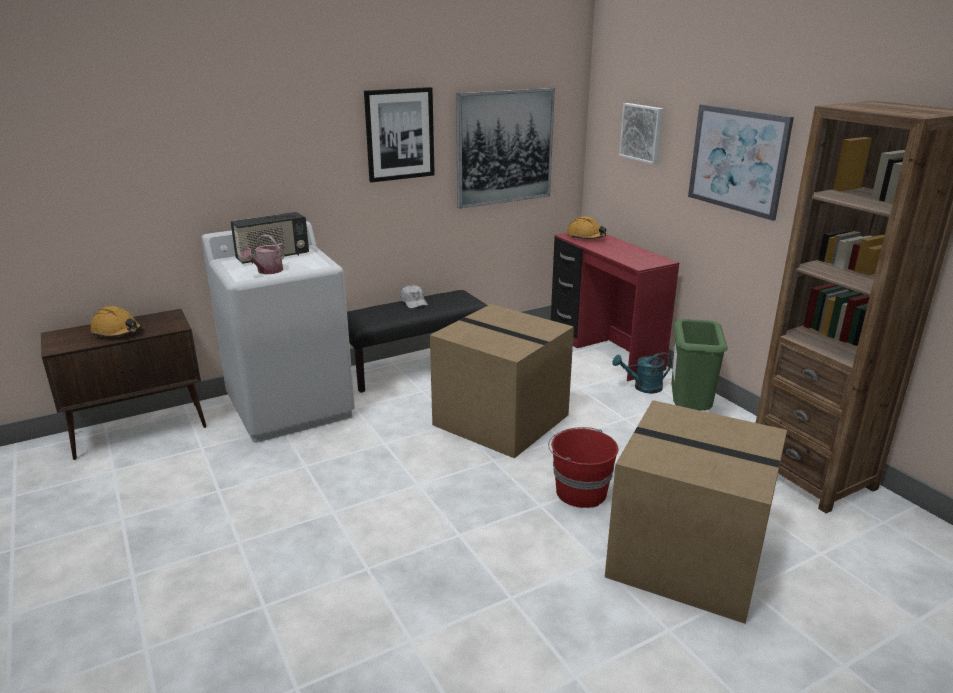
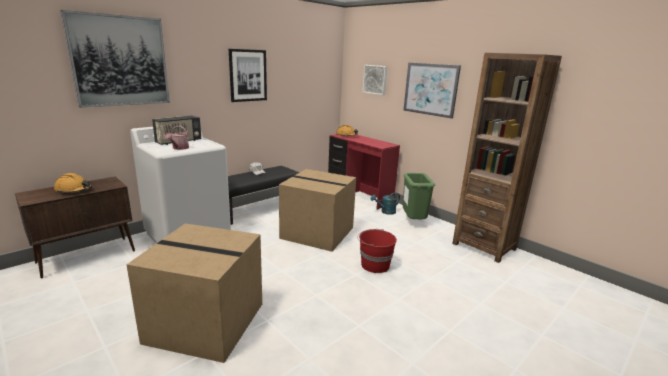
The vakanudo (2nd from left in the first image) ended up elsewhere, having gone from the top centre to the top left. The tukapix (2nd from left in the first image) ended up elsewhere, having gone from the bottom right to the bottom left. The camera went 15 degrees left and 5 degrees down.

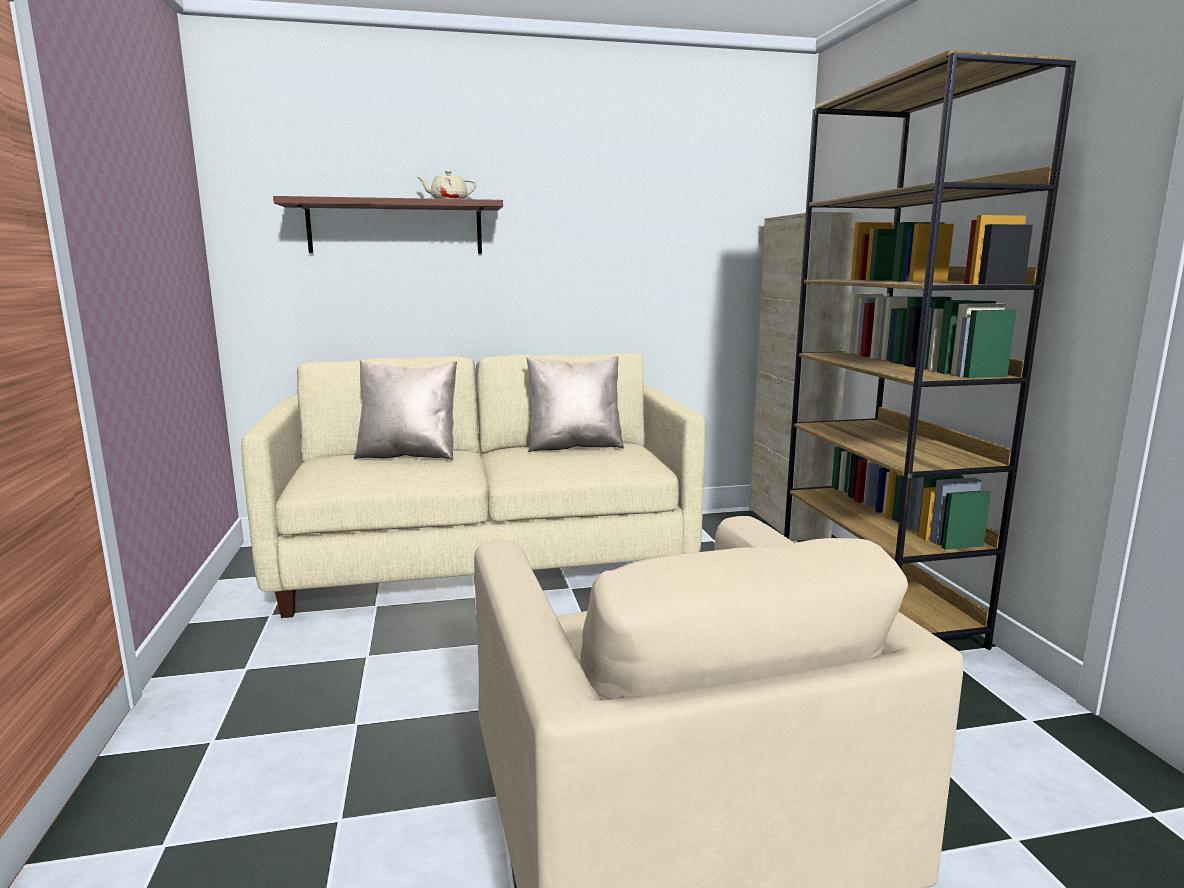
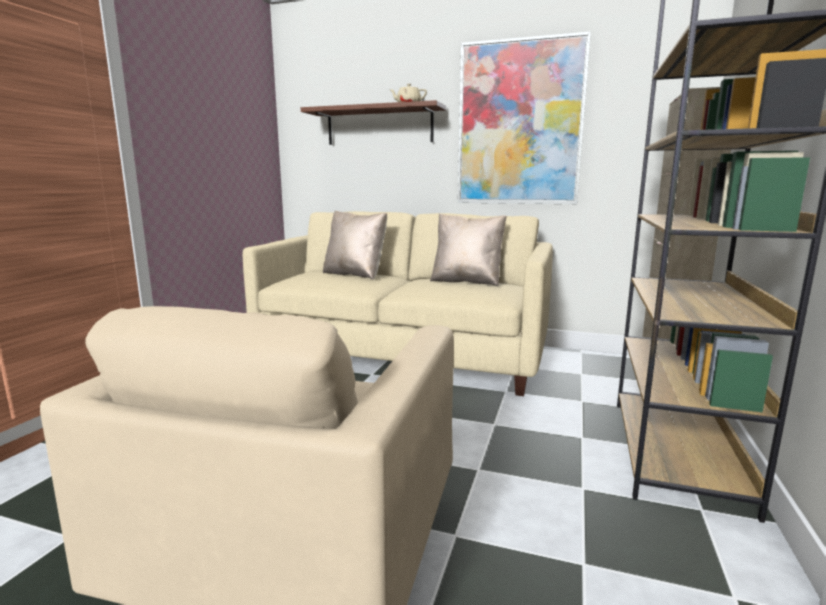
The second view gained the vakanudo at the top centre. The camera went 30 degrees right and 0 degrees up.

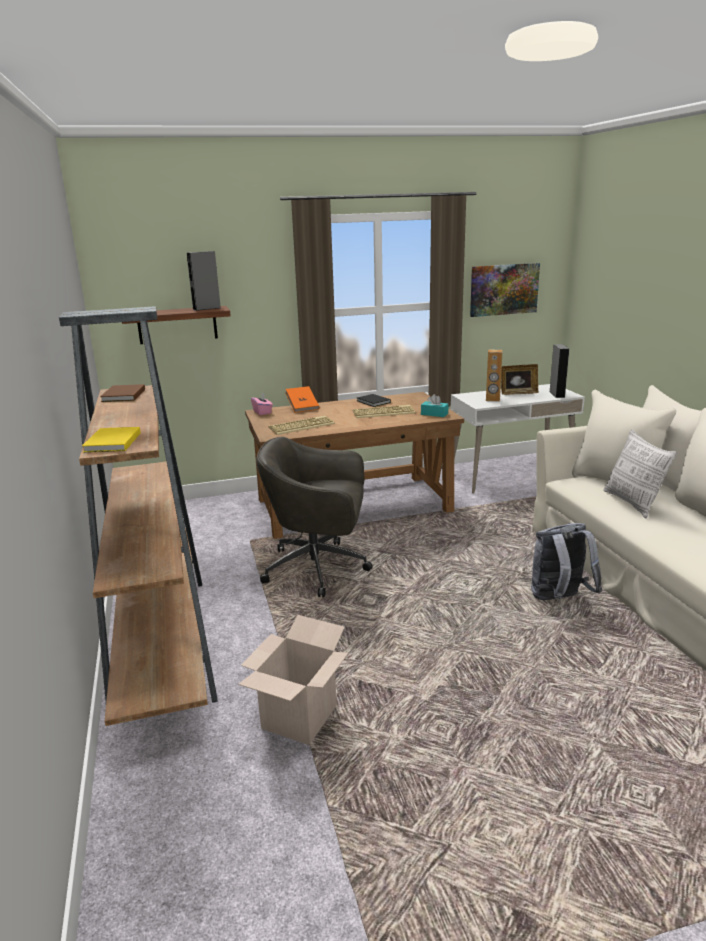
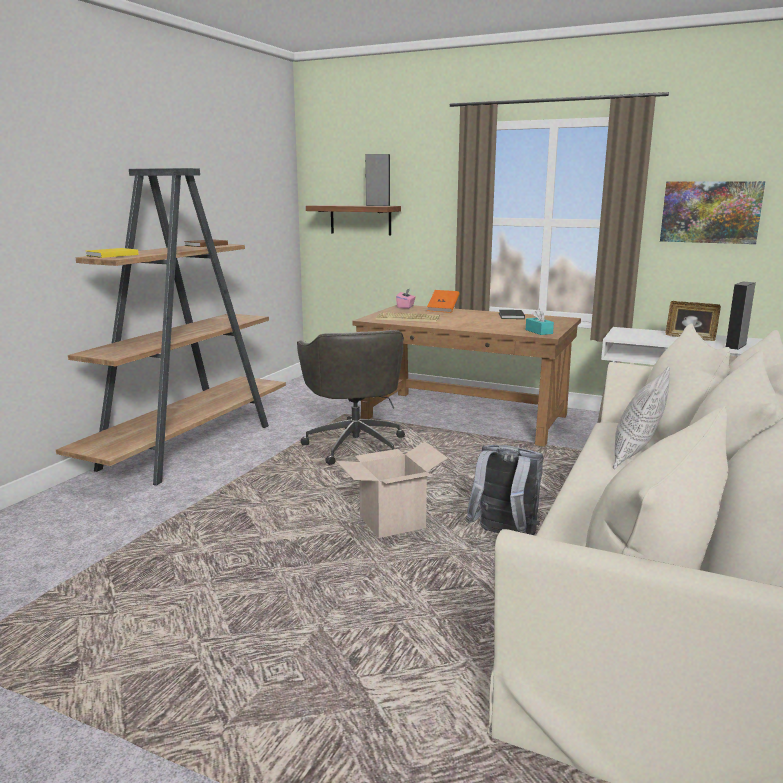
The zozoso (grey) at the centre ended up facing another way, 150 degrees counterclockwise from before. The tukapix ended up elsewhere, having gone from the bottom centre to the centre. The second view lost the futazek (2nd from left) at the centre. The second view lost the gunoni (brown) at the middle right. The camera went 40 degrees right and 5 degrees down.

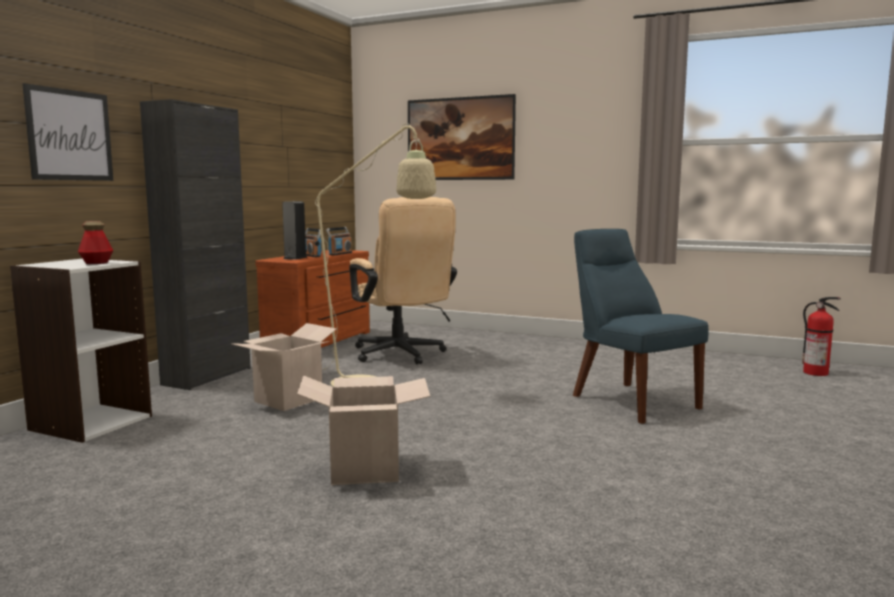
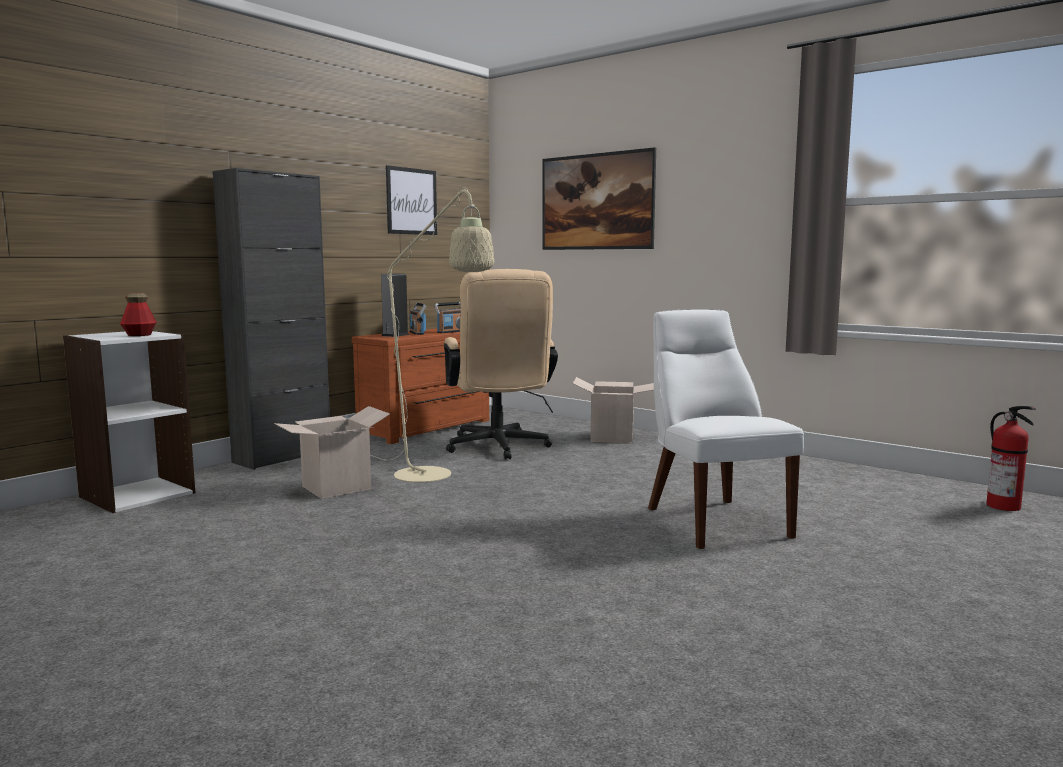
The vakanudo (1st from left) ended up elsewhere, having gone from the top left to the top centre. The tukapix (2nd from left) ended up elsewhere, having gone from the bottom centre to the centre. What was the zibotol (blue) at the middle right turned into the zibotol (white) at the middle right. The camera went 15 degrees right and 0 degrees up.

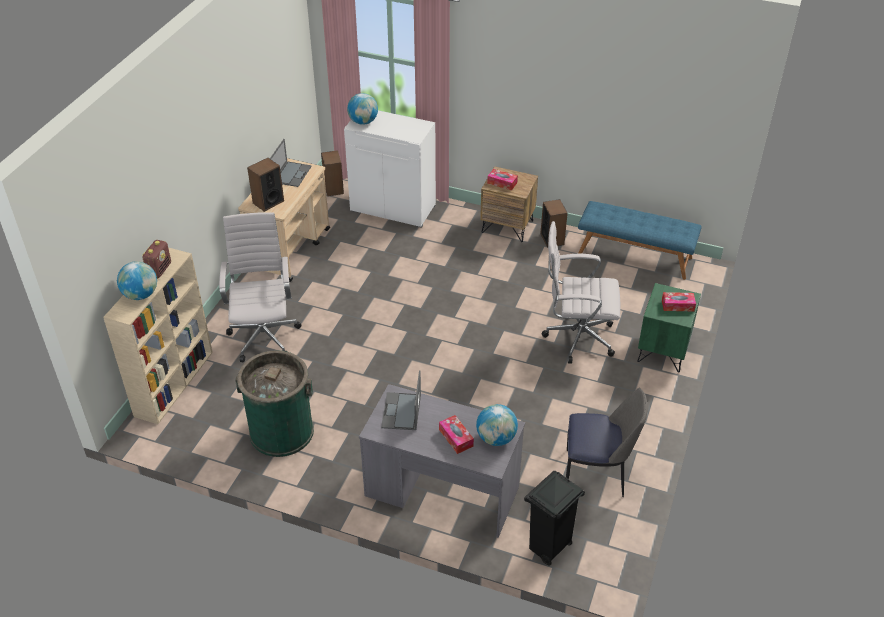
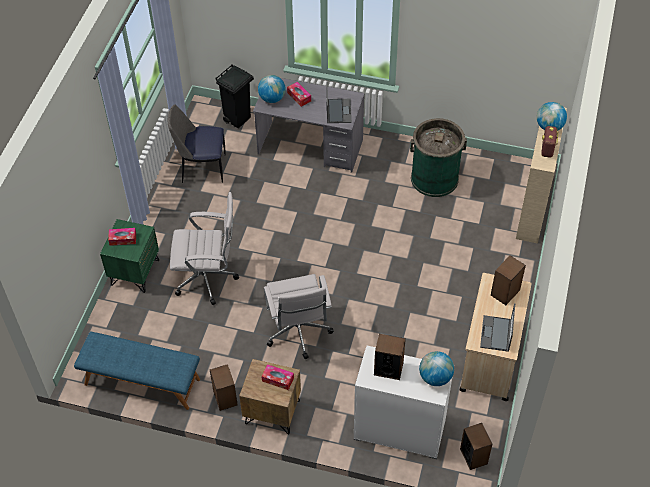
The zozoso (white) (1st from left in the first image) ended up elsewhere, having gone from the middle left to the centre. The second view gained the gunoni (2nd from left) at the bottom centre. The camera went 175 degrees right and 10 degrees up.

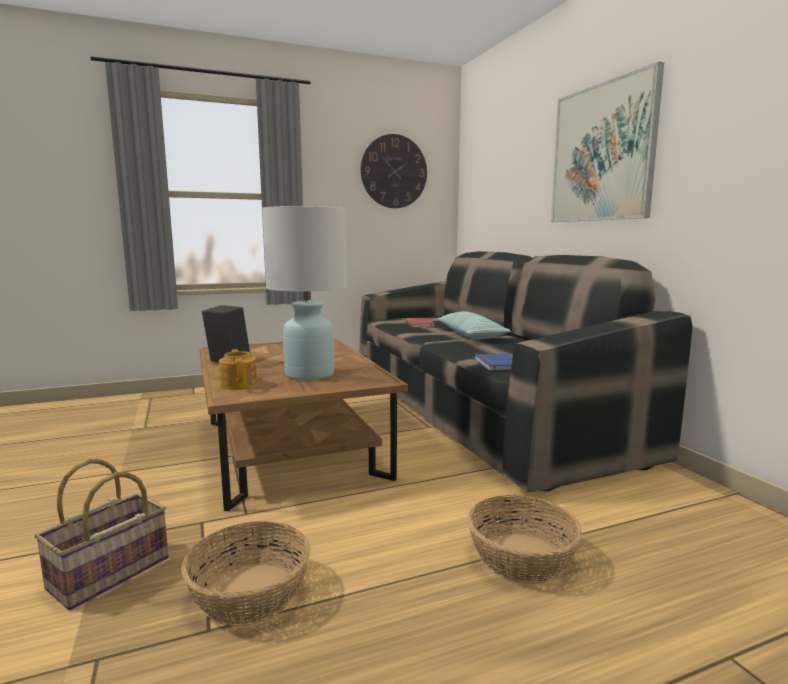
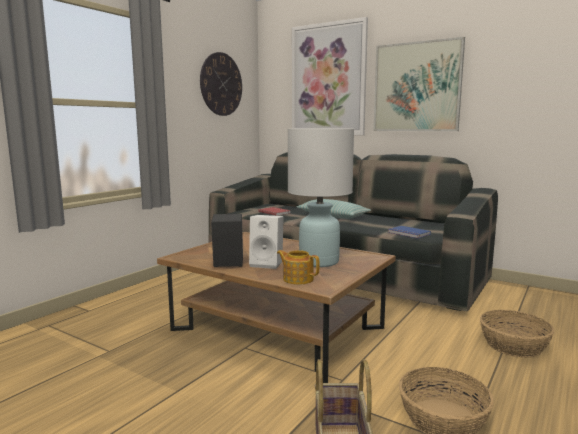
The second view gained the gunoni (white) at the centre. The second view gained the vakanudo (1st from left) at the top centre. The camera went 35 degrees left and 0 degrees up.

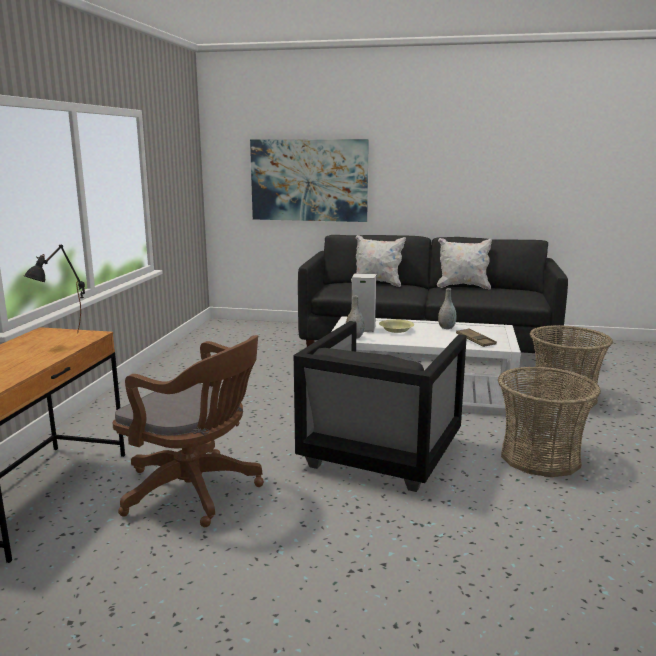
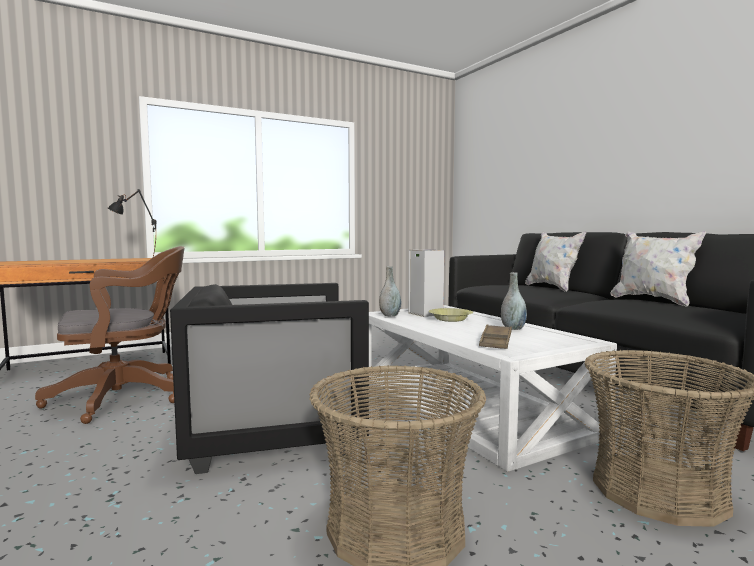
The zozoso (brown) at the middle left ended up facing another way, 105 degrees counterclockwise from before. The second view lost the vakanudo at the top centre. The camera went 50 degrees right and 10 degrees down.

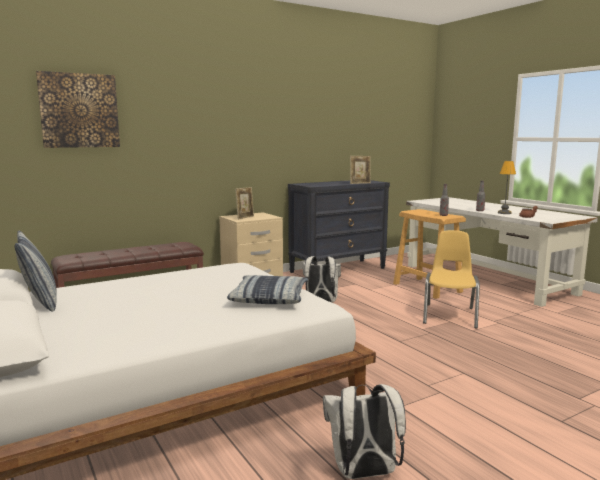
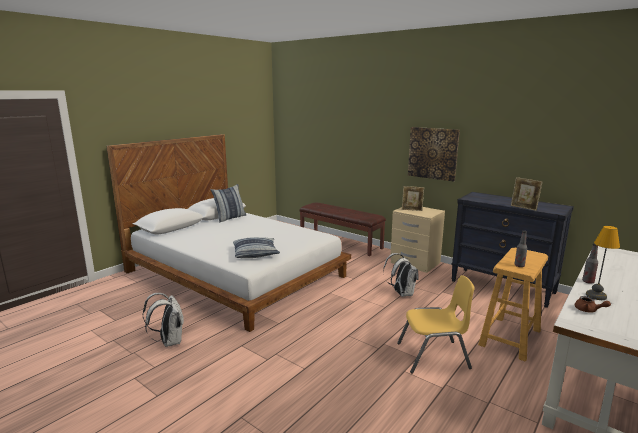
The vakanudo ended up elsewhere, having gone from the top left to the middle right. The camera went 70 degrees right and 5 degrees up.

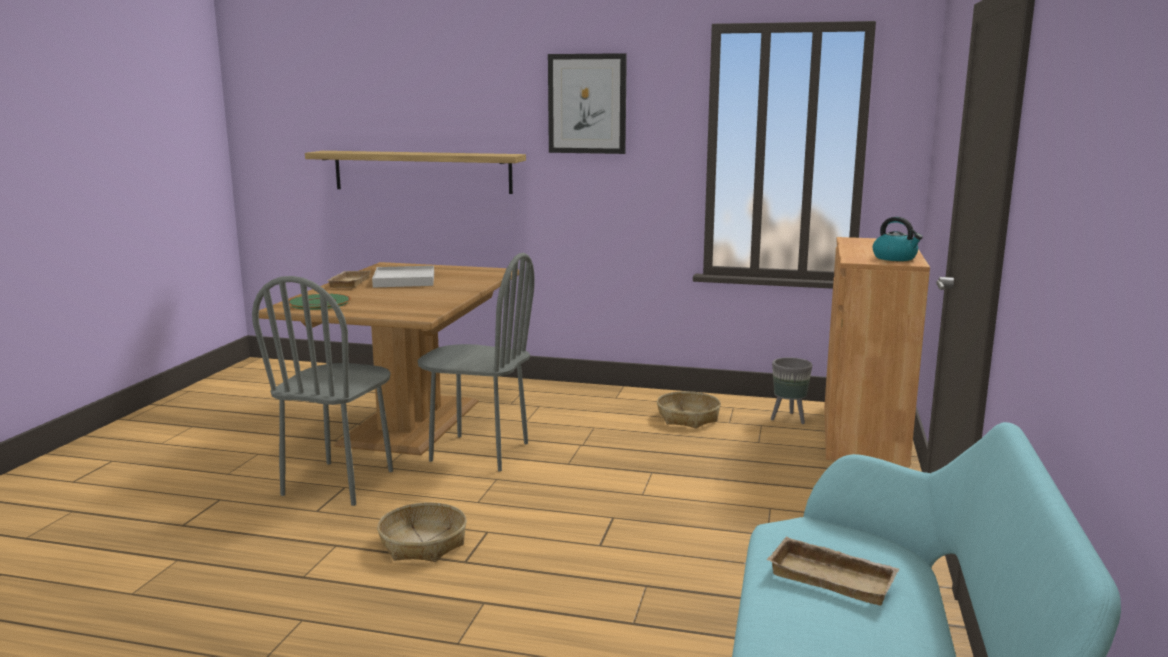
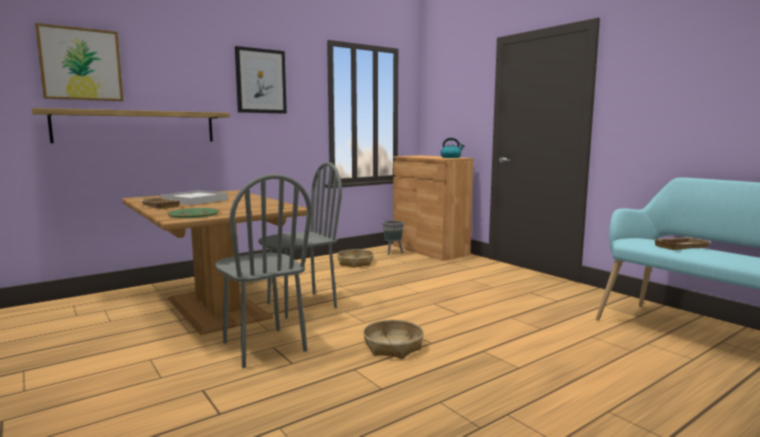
The second view gained the vakanudo (1st from left) at the top left. The camera went 50 degrees left and 5 degrees down.

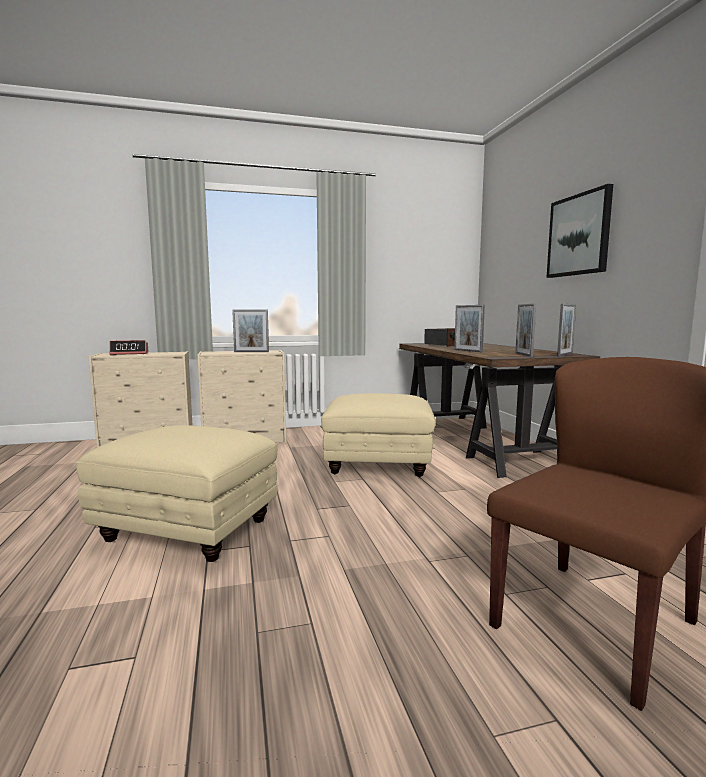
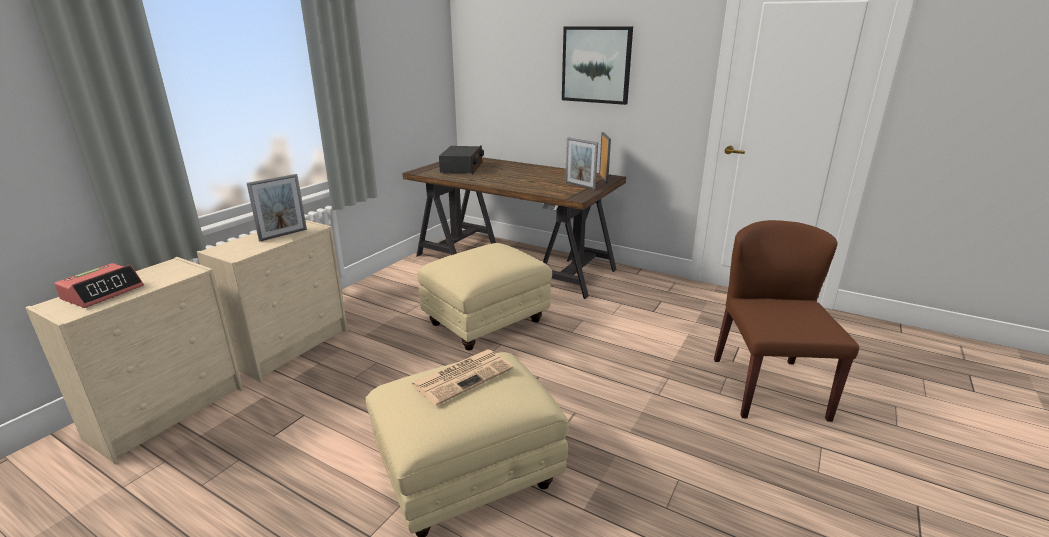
The second view gained the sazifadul at the bottom centre. The second view lost the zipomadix (2nd from left) at the centre. The camera went 45 degrees left and 15 degrees up.

